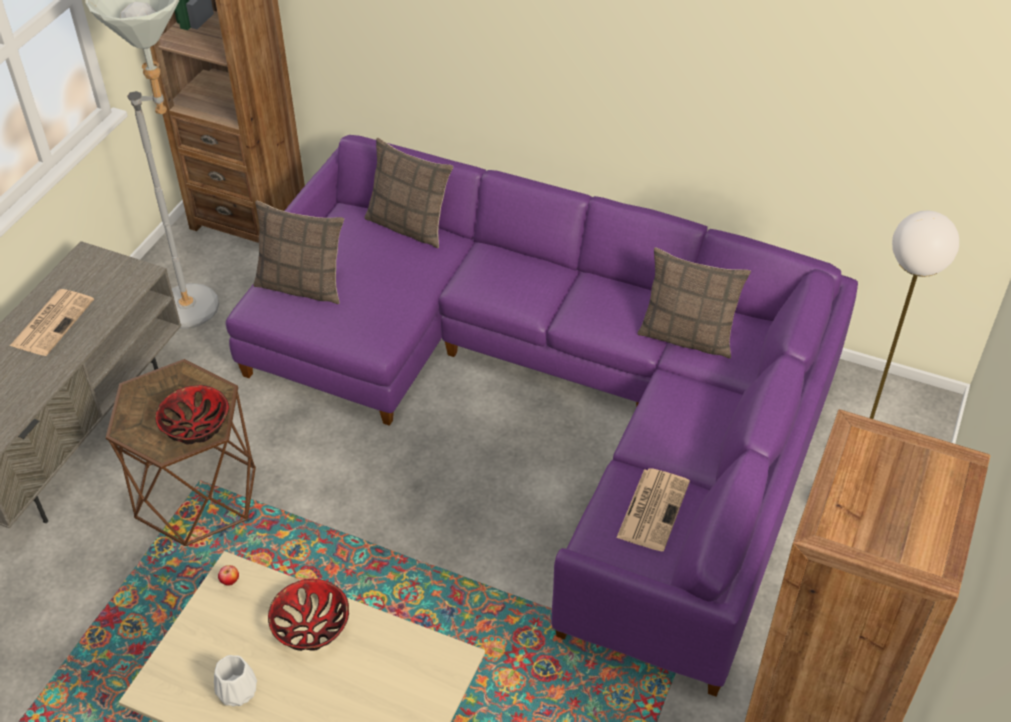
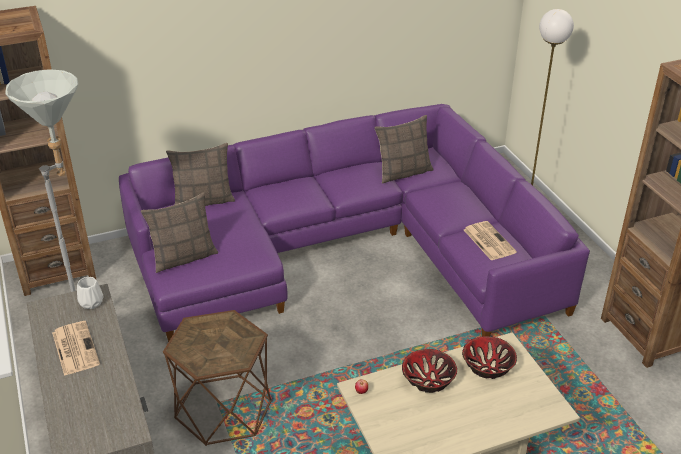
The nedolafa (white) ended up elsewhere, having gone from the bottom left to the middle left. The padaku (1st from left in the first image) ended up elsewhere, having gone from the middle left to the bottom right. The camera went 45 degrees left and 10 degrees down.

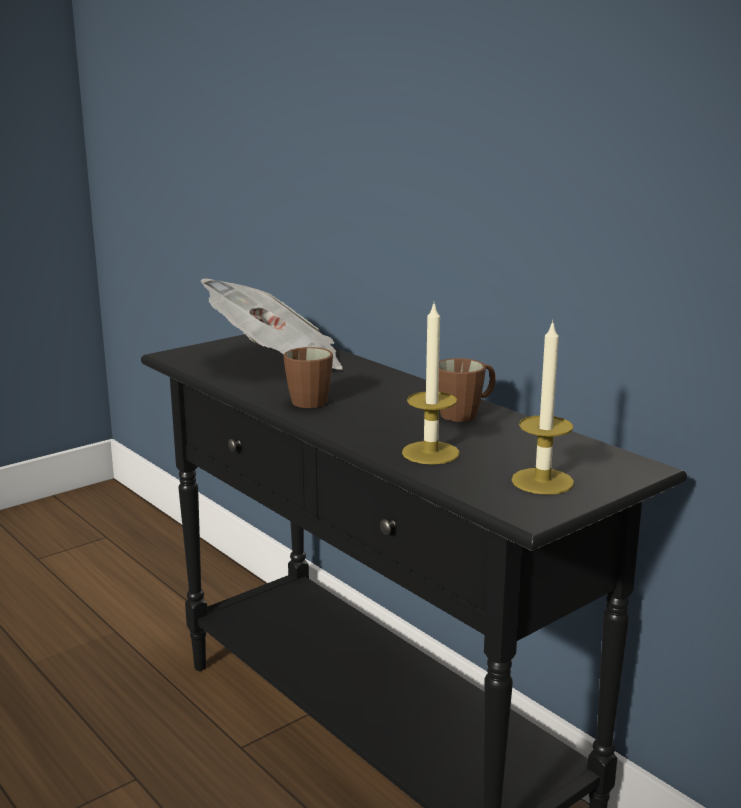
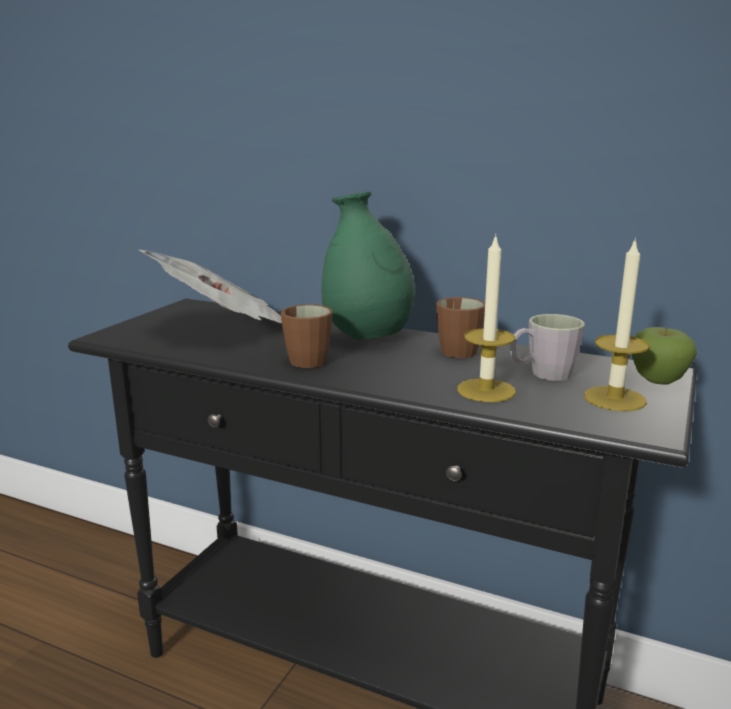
The second view gained the nedolafa (green) at the centre. The second view gained the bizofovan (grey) at the middle right. The second view gained the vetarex at the middle right. The camera went 25 degrees left and 0 degrees up.

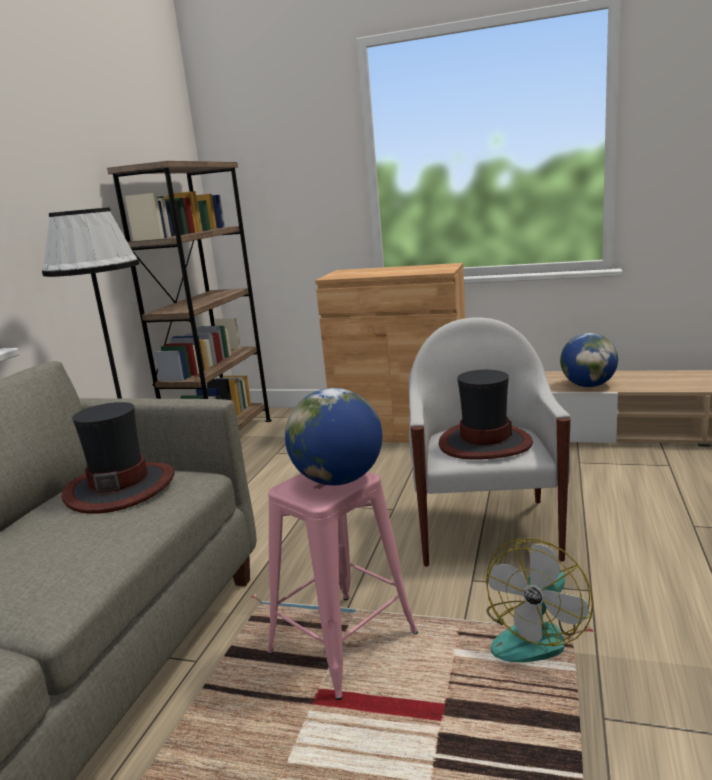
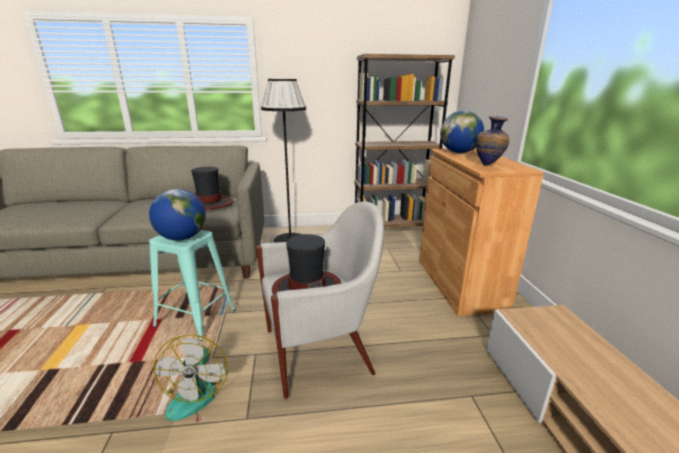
What was the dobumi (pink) at the bottom centre turned into the dobumi (turquoise) at the middle left. The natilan at the bottom right ended up facing another way, 105 degrees counterclockwise from before. The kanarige (2nd from left) ended up elsewhere, having gone from the middle right to the top right. The second view gained the nedolafa at the top right. The camera went 65 degrees right and 5 degrees up.

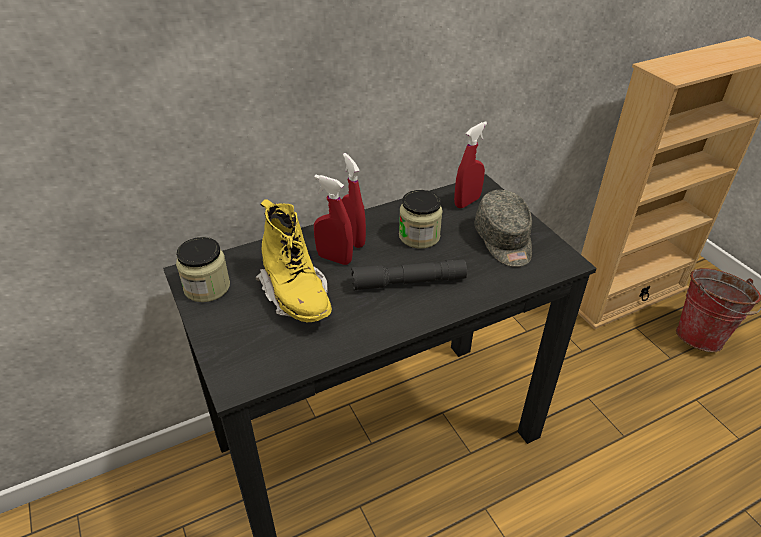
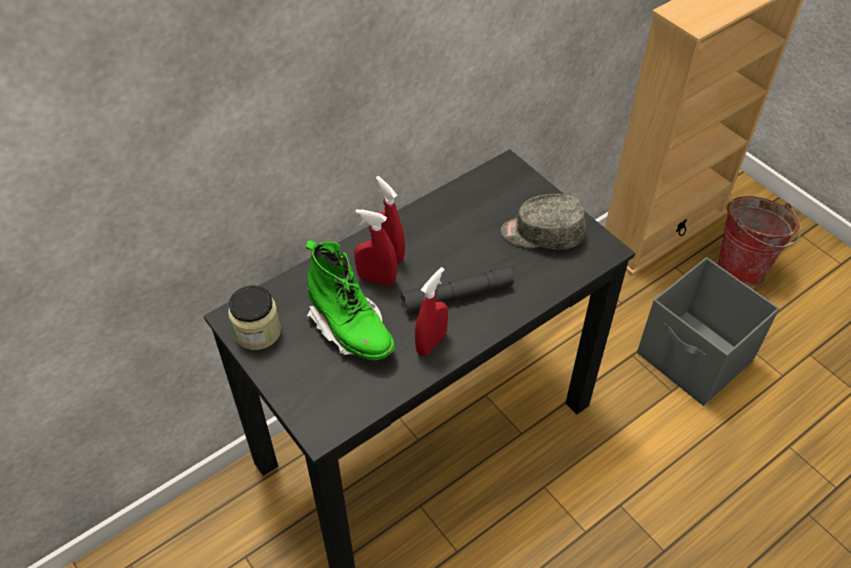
What was the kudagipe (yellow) at the centre turned into the kudagipe (green) at the centre. The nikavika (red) (3rd from left) ended up elsewhere, having gone from the top centre to the centre. The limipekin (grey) at the centre ended up facing another way, 120 degrees clockwise from before. The second view gained the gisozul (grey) at the middle right. The second view lost the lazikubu (2nd from left) at the centre. The camera went 10 degrees left and 10 degrees up.

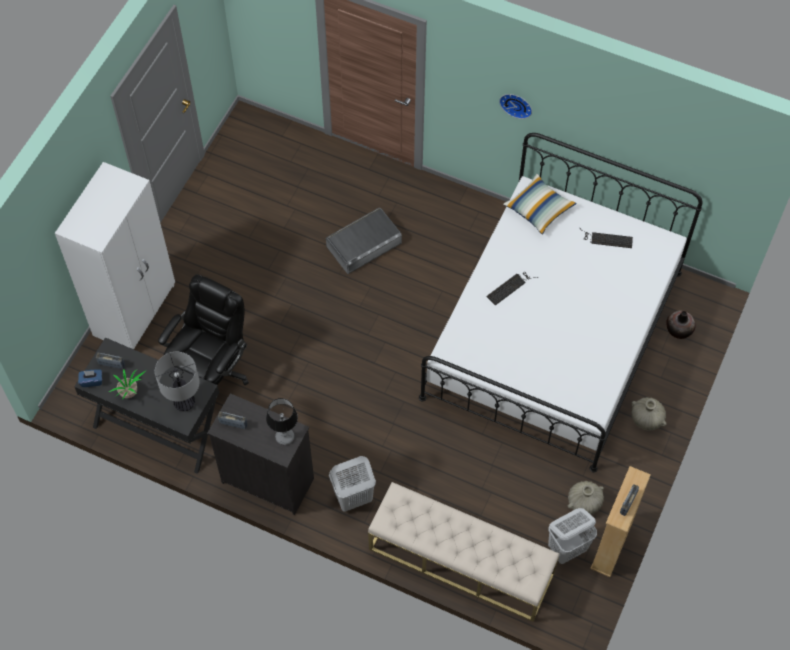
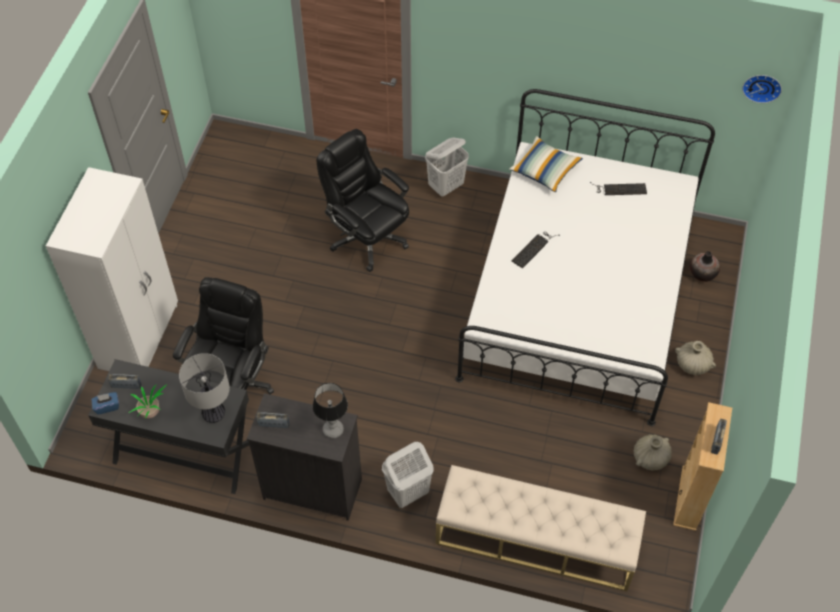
Where the gisozul (grey) stood at the centre, the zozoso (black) (2nd from left) came to stand at the top centre. The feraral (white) (2nd from left) ended up elsewhere, having gone from the bottom right to the top centre. The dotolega ended up elsewhere, having gone from the top centre to the top right. The camera went 10 degrees left and 5 degrees down.

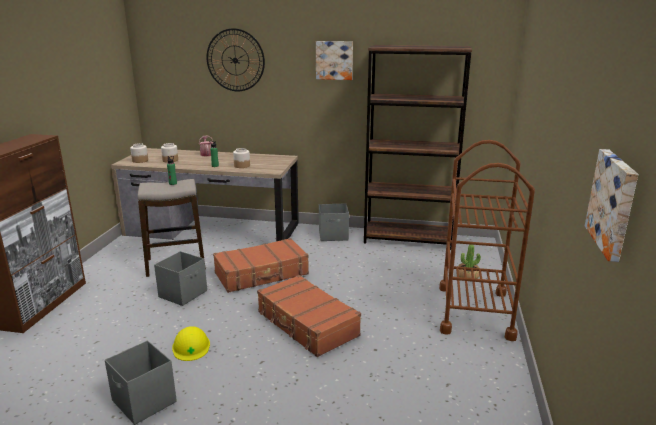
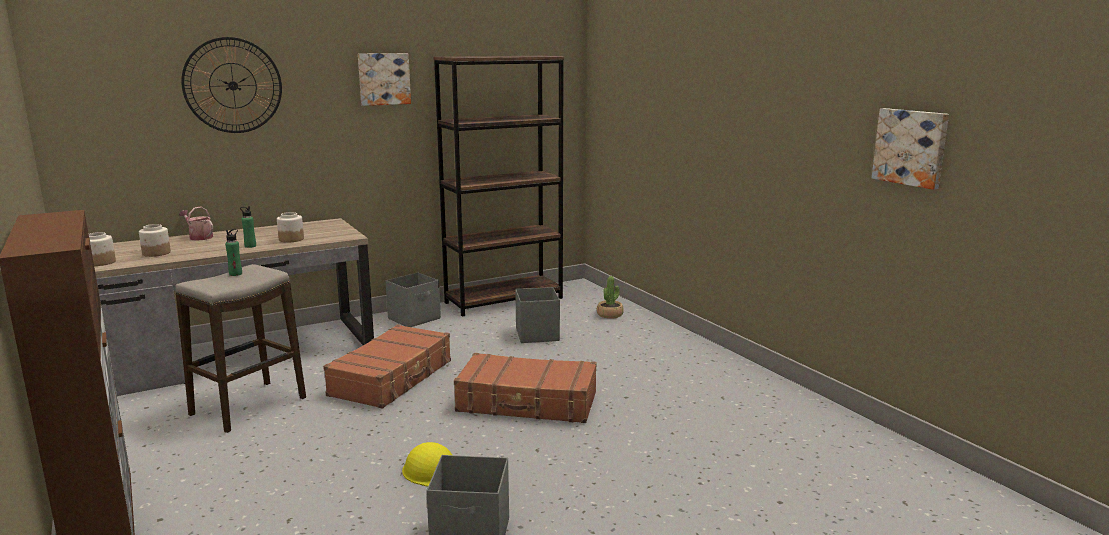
The gisozul (grey) (2nd from left in the first image) ended up elsewhere, having gone from the middle left to the centre. The second view lost the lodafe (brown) at the middle right. The camera went 40 degrees left and 5 degrees down.

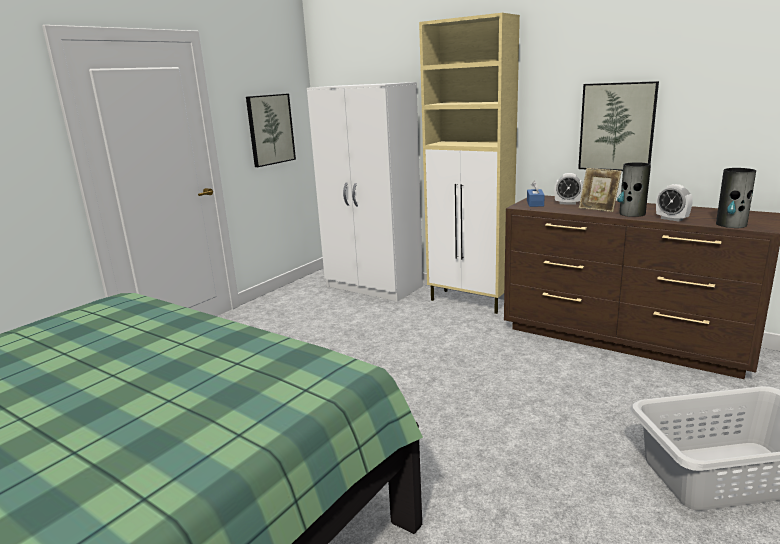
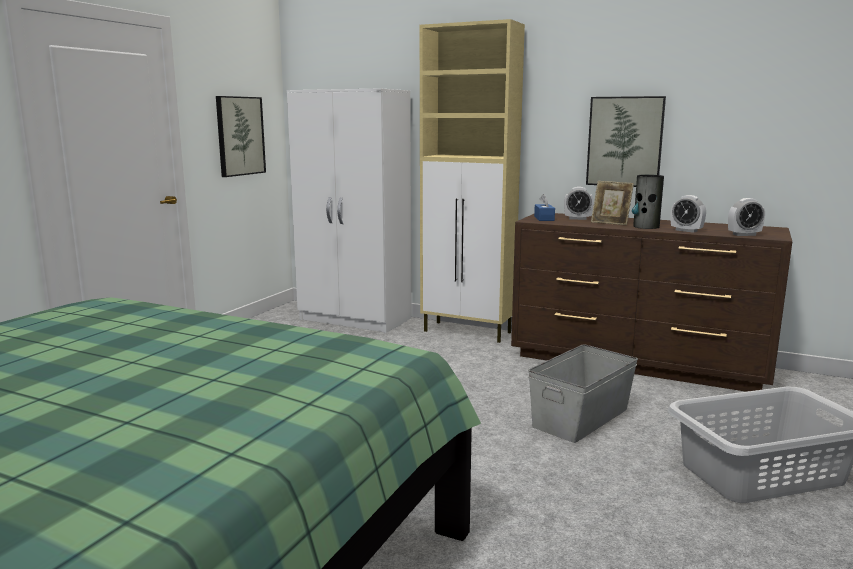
The second view gained the gisozul (grey) at the bottom right. Where the nedolafa (2nd from left) stood at the middle right, the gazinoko (3rd from left) came to stand at the middle right. The camera went 10 degrees left and 5 degrees down.

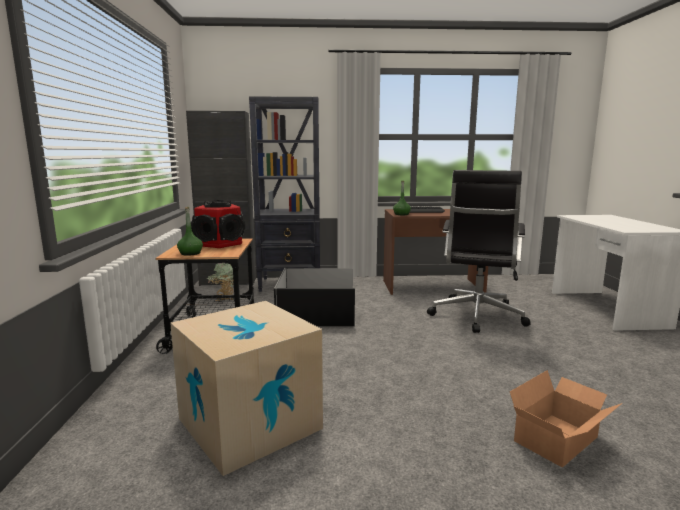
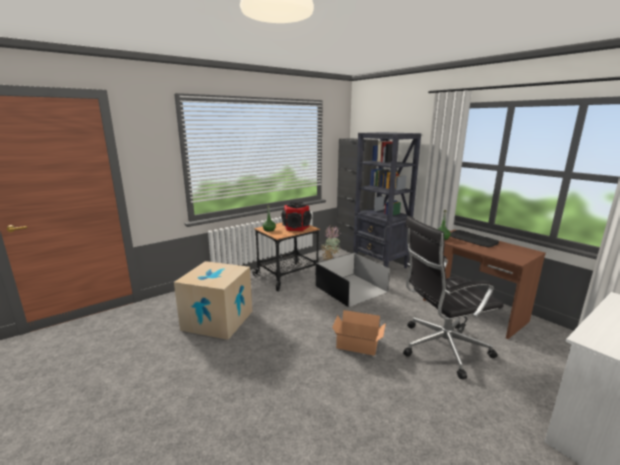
The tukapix (2nd from left) ended up elsewhere, having gone from the bottom right to the bottom centre. The camera went 55 degrees right and 5 degrees up.

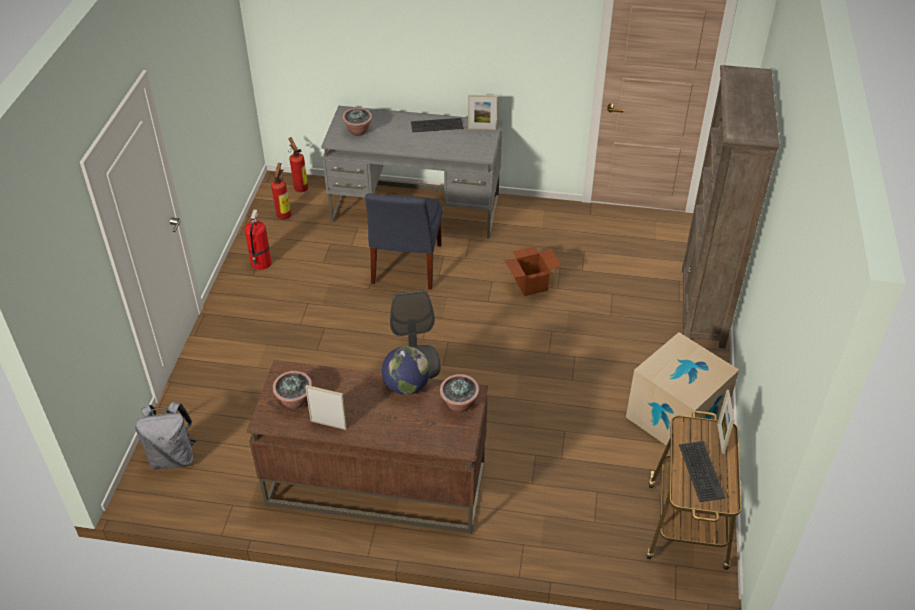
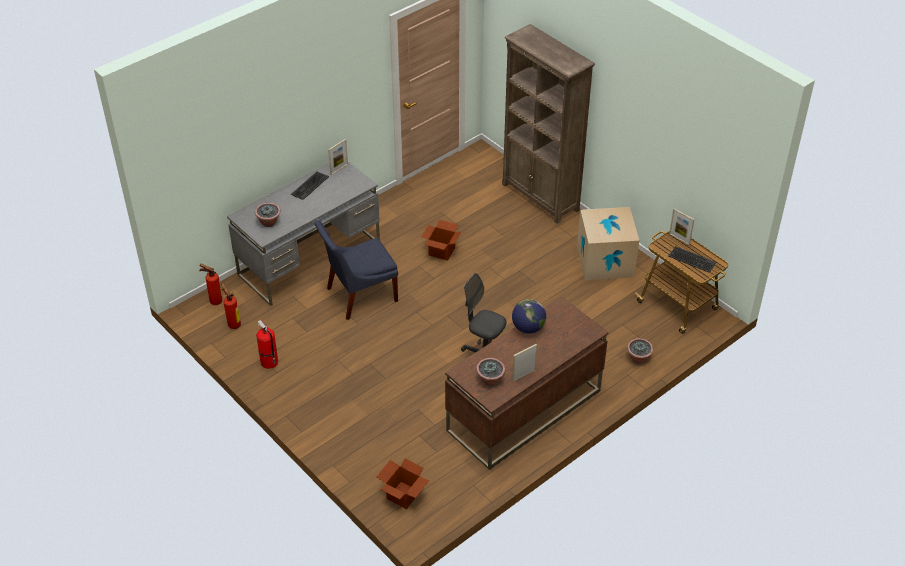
The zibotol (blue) at the centre ended up facing another way, 105 degrees clockwise from before. Where the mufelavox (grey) stood at the bottom left, the tukapix (1st from left) came to stand at the bottom centre. The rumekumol (3rd from left) ended up elsewhere, having gone from the centre to the middle right. The camera went 50 degrees left and 0 degrees up.

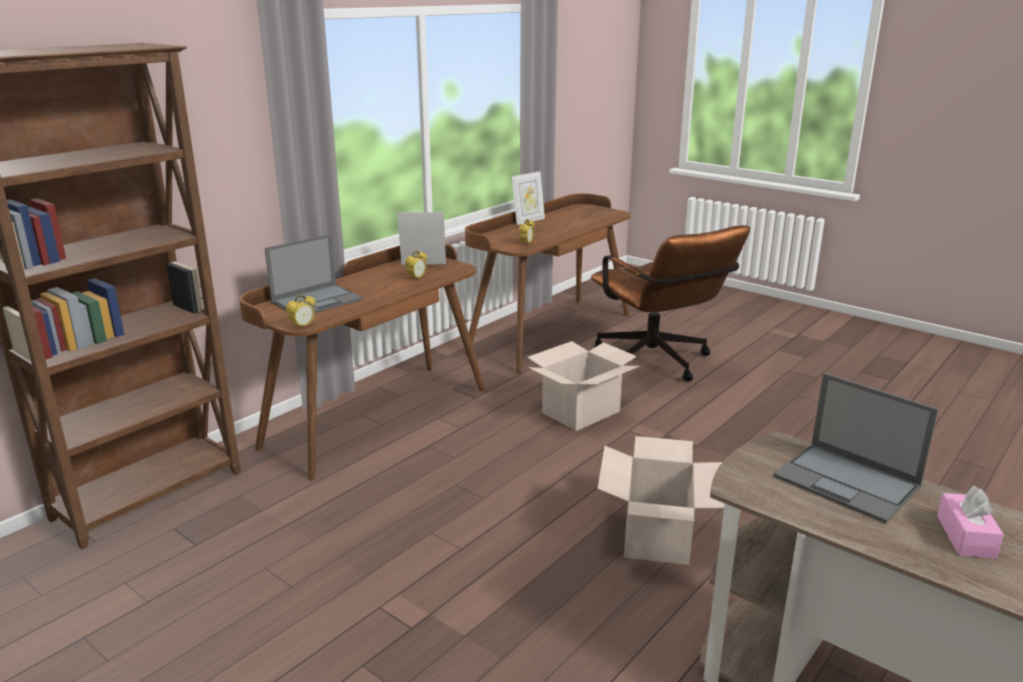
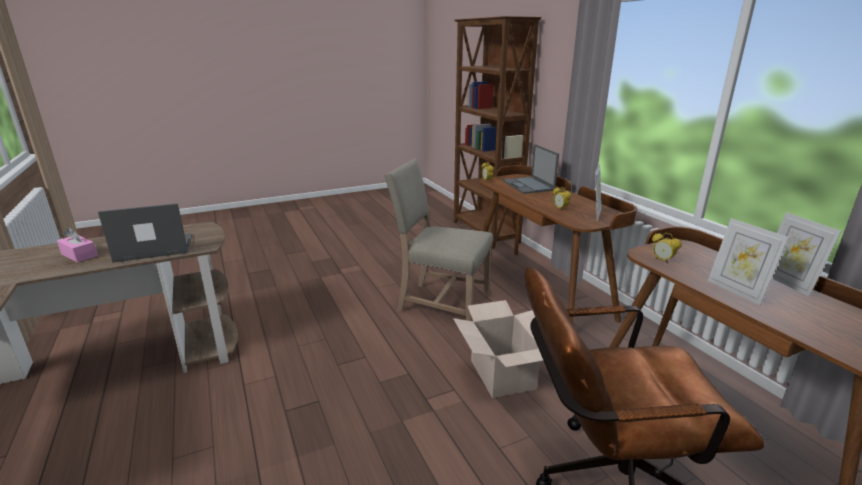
The second view gained the zibotol (beige) at the centre. The second view gained the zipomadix (2nd from left) at the middle right. The second view lost the tukapix (2nd from left) at the bottom centre. The camera went 115 degrees right and 0 degrees up.

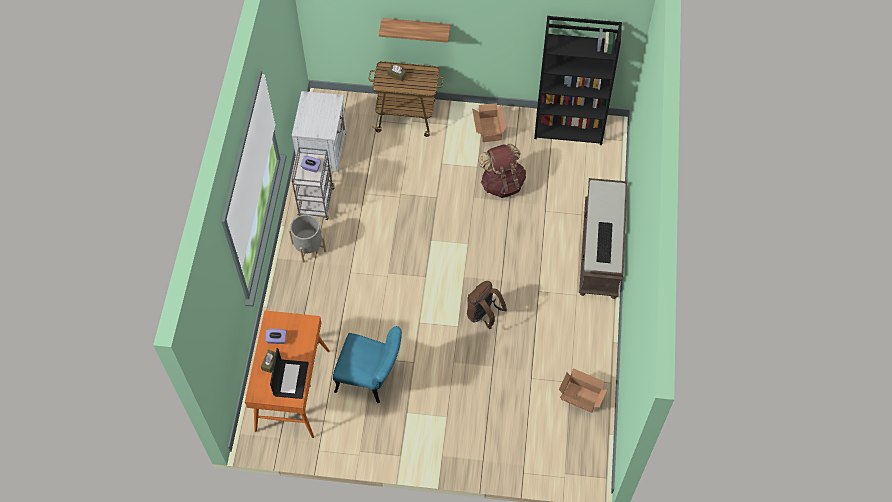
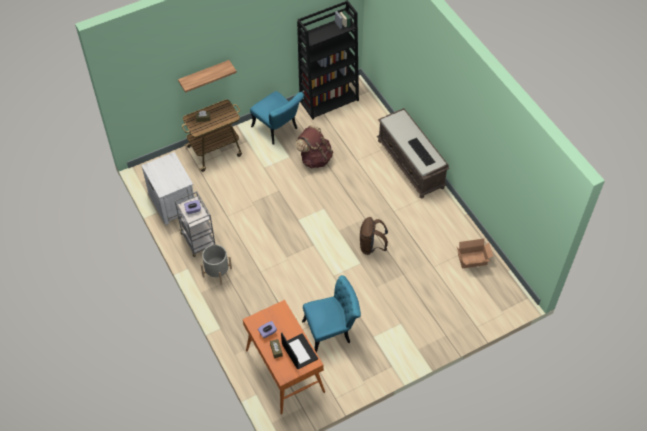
Where the tukapix (1st from left) stood at the top centre, the zibotol (turquoise) (1st from left) came to stand at the top centre. The camera went 35 degrees left and 5 degrees down.

